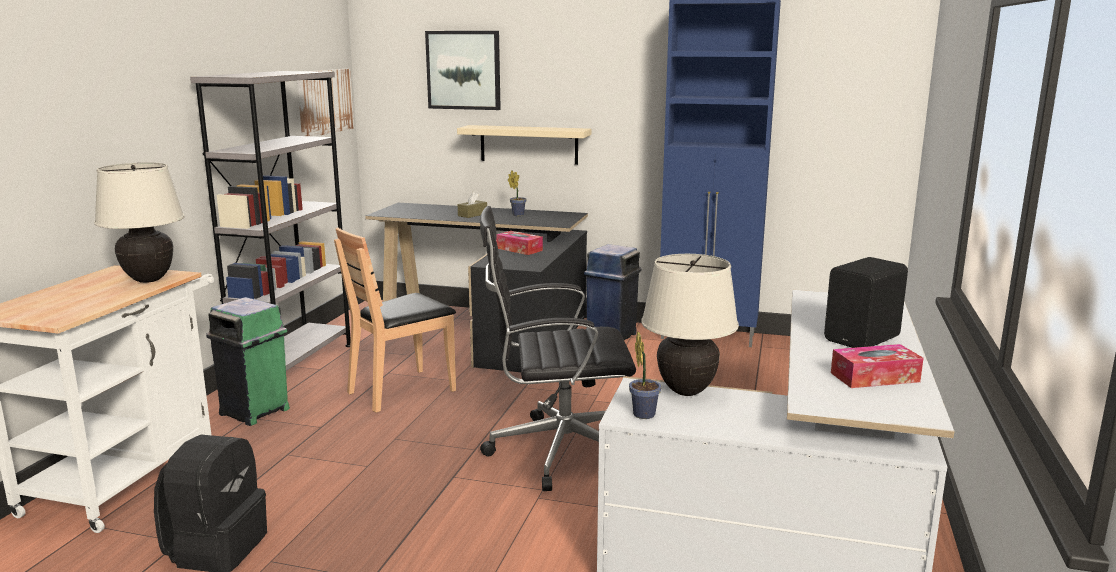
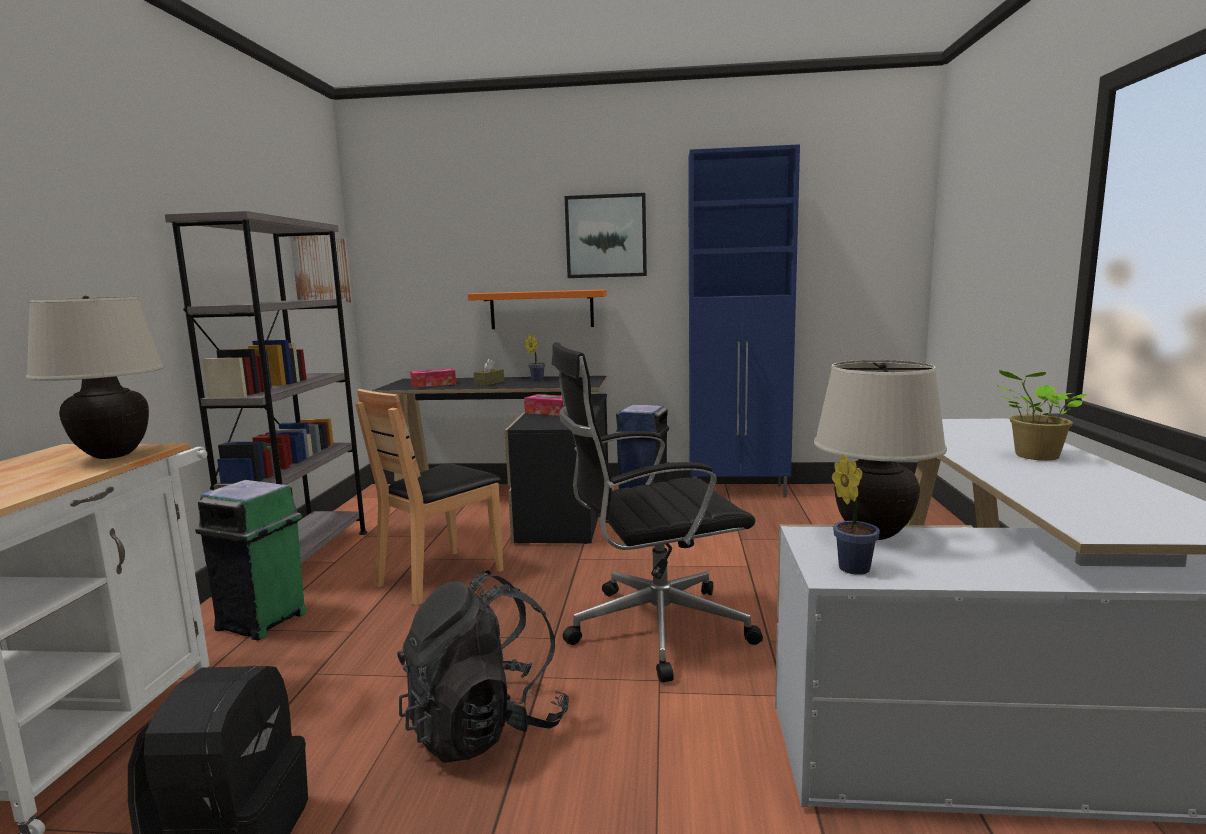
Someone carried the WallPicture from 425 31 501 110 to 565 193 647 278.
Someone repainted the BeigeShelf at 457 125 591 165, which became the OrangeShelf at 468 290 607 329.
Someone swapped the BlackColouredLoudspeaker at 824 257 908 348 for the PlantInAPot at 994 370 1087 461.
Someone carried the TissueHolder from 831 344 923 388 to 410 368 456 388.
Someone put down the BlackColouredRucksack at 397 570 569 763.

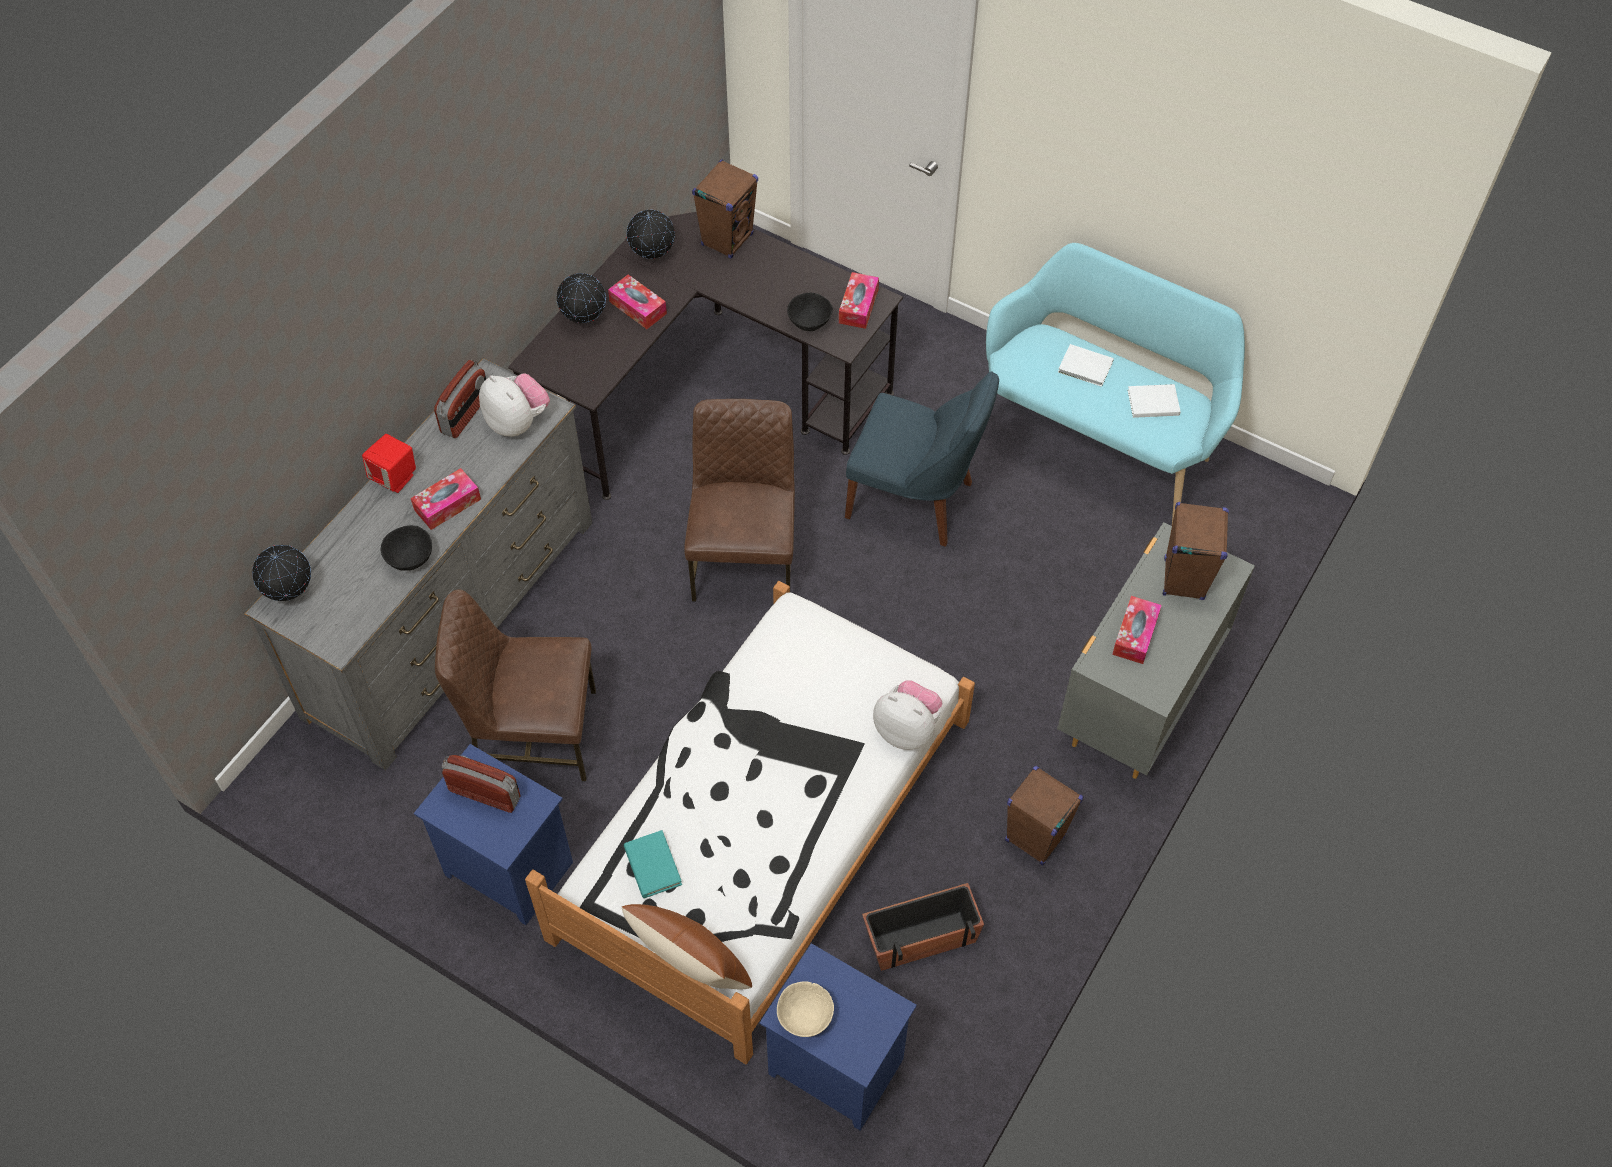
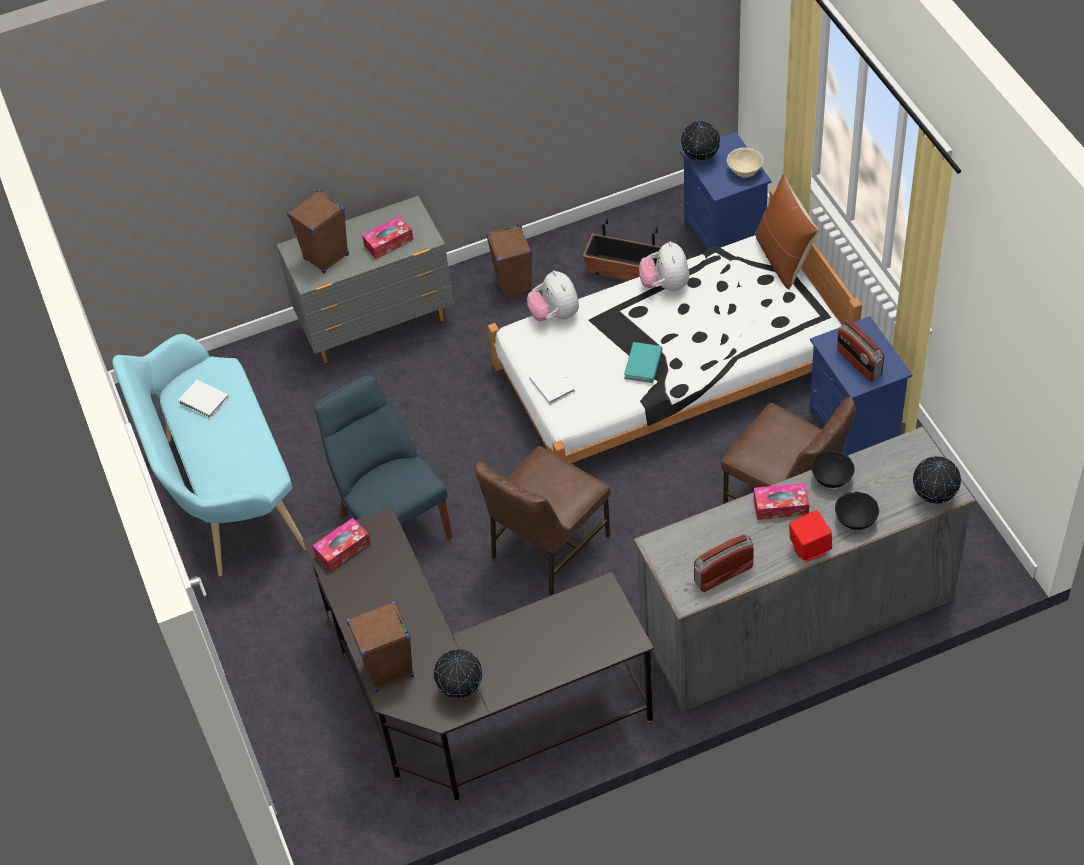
Someone carried the DeskGlobe from 557 273 606 323 to 681 121 720 161.
Someone took away the TissueHolder at 608 275 667 329.
Someone carried the BlackColouredDeepDish from 787 293 833 331 to 835 492 879 530.
Someone carried the WhiteColouredVolume from 1058 344 1114 387 to 529 363 575 404.
Someone carried the SoftToy from 479 374 550 437 to 639 241 689 291.
Someone carried the BlueGreenVolume from 624 830 682 898 to 624 342 663 383.

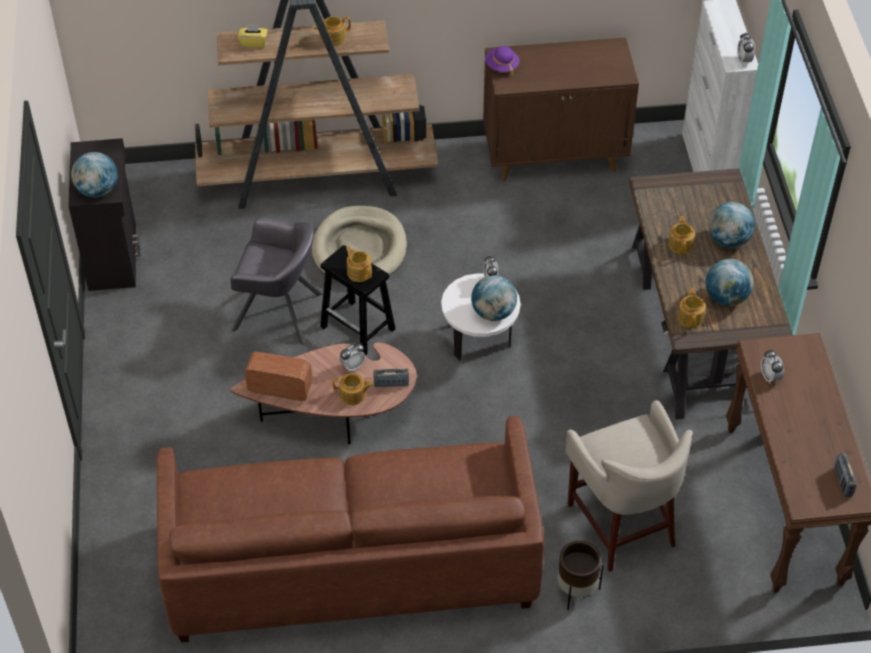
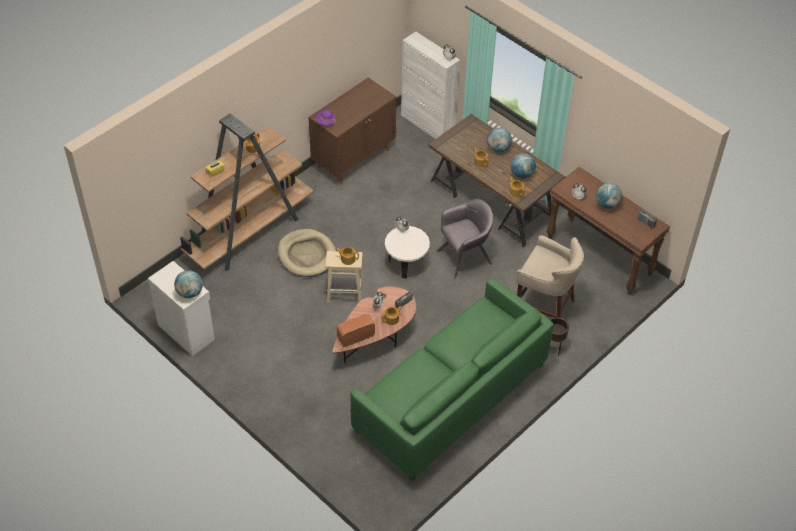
Someone repainted the BlackColouredCabinet at 69 138 141 291, which became the WhiteColouredCabinet at 148 261 215 356.
Someone carried the GreyishEasyChair from 231 217 323 345 to 437 199 494 278.
Someone repainted the BlackColouredStool at 320 245 396 356, which became the BeigeStool at 326 251 363 303.
Someone carried the DeskGlobe from 471 275 517 321 to 596 183 623 209.
Someone repainted the BrownSofa at 157 416 544 643, which became the GreenSofa at 351 278 554 482.

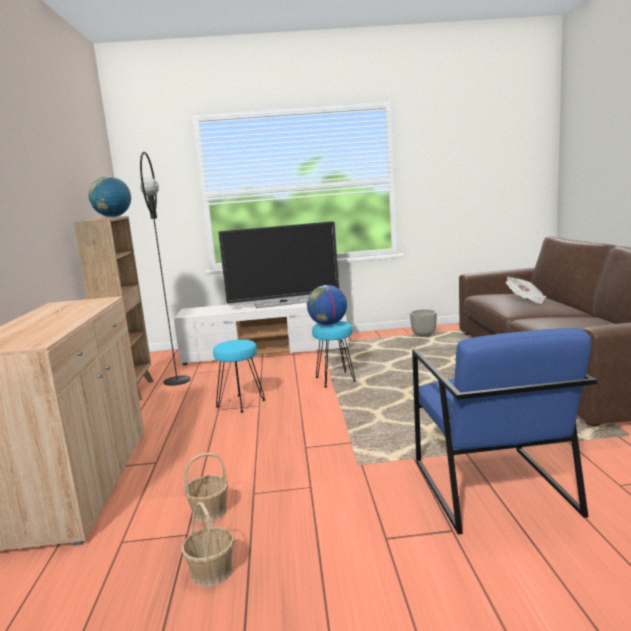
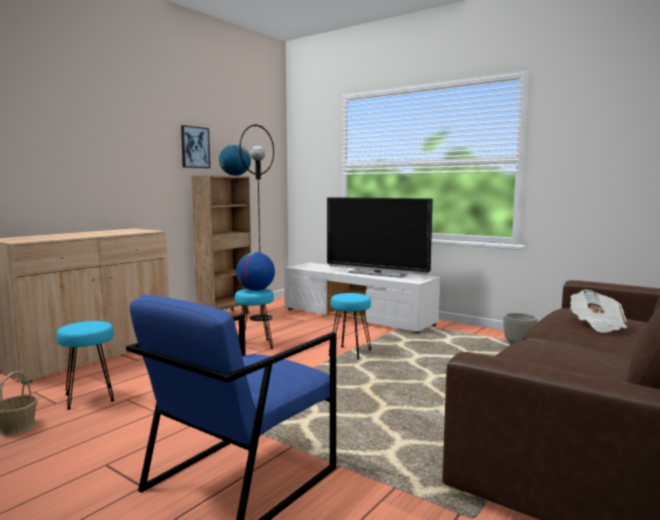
Someone carried the DeskGlobe from 307 285 347 325 to 236 252 275 291.
Someone swapped the HouseholdBasket at 184 453 228 522 for the BlueGreenStool at 56 321 115 410.
Someone put up the WallPicture at 181 125 210 168.

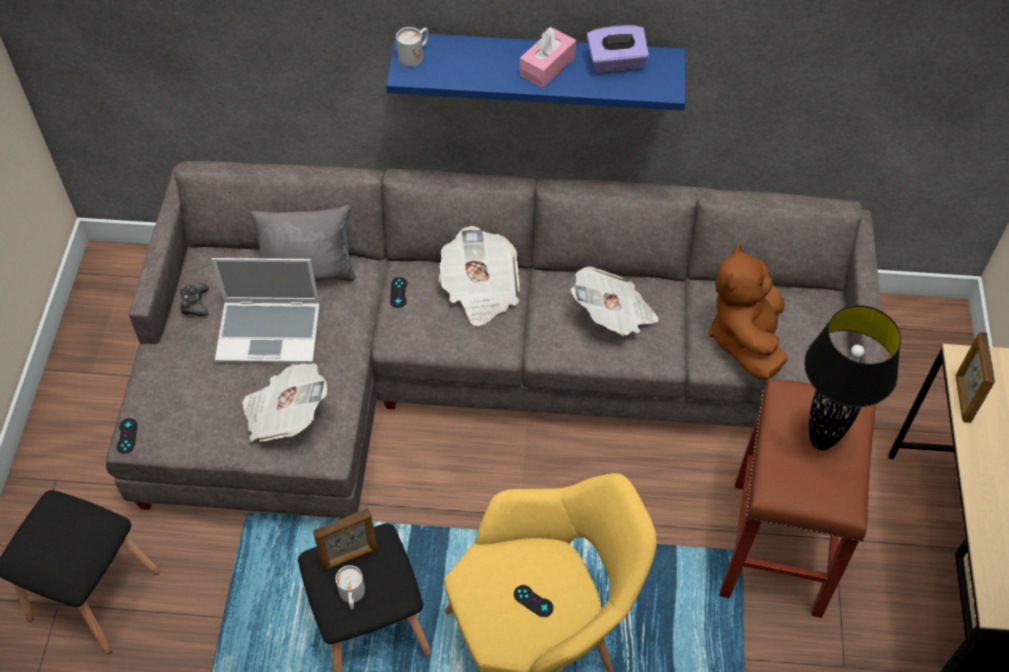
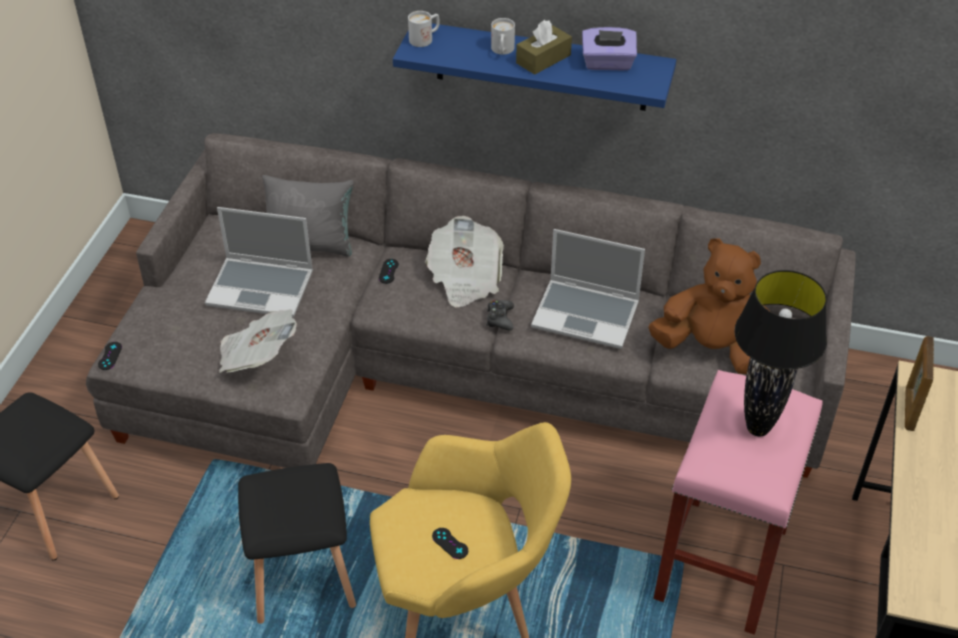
Someone repainted the PinkColouredTissueHolder at 520 27 576 88, which became the BrownTissueHolder at 516 20 572 75.
Someone rotated the BrownSoftToy at 709 243 787 380 by 90 degrees clockwise.
Someone swapped the PrintedPaper at 570 266 659 336 for the PortableComputer at 531 229 645 349.
Someone carried the BlackColouredJoypad from 180 284 209 316 to 486 300 514 330.
Someone repainted the BrownStool at 719 378 876 618, which became the PinkColouredStool at 653 370 823 635.
Someone took away the PhotoFrame at 313 508 377 570.
Someone carried the WhiteColouredTeaMug from 336 565 365 610 to 491 18 515 55.

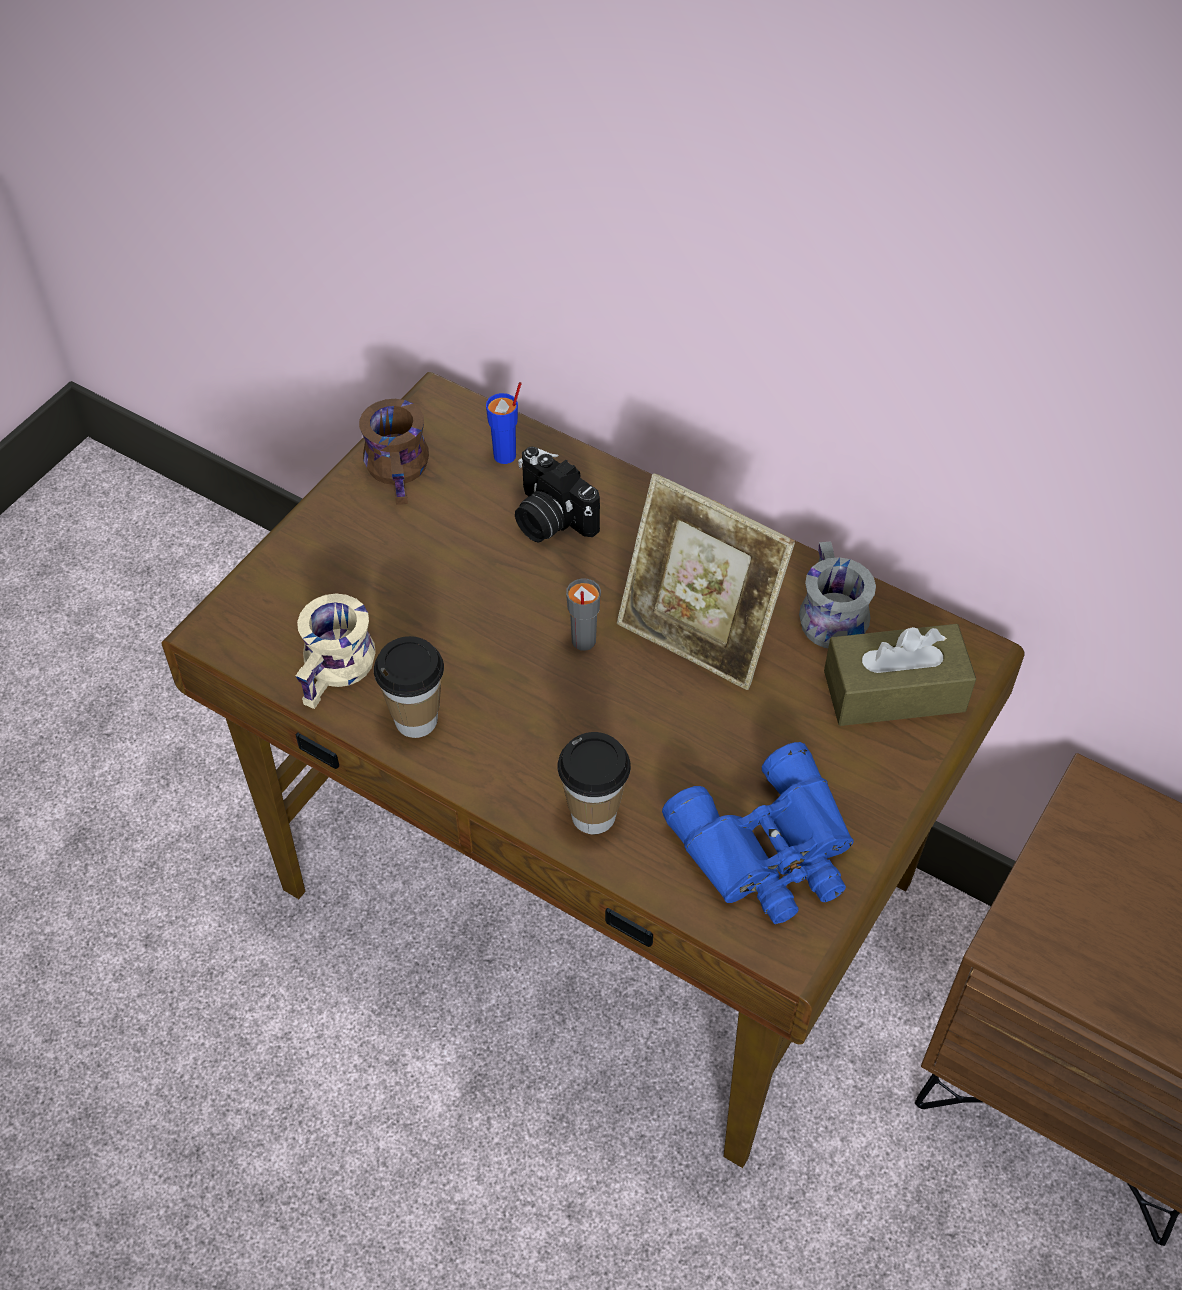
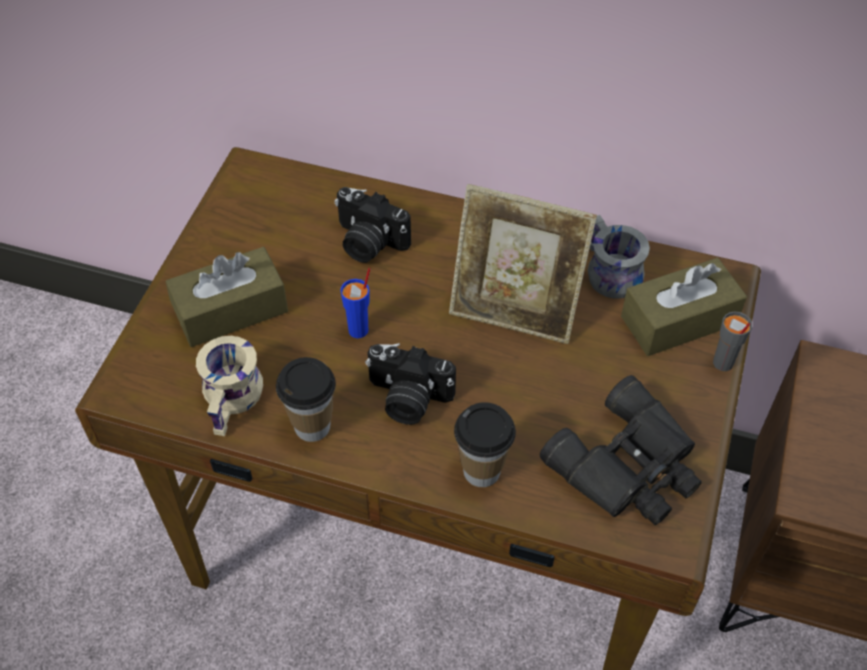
Someone carried the BlueDrinkingCup from 486 382 522 464 to 340 268 371 338.
Someone took away the BrownTeaMug at 359 399 429 505.
Someone carried the GreyishDrinkingCup from 566 578 601 651 to 713 312 752 371.
Someone repainted the BlueBinoculars at 662 742 854 924, which became the BlackColouredBinoculars at 540 375 702 525.
Someone put down the BrownTissueHolder at 165 247 288 347.
Someone put down the StillCamera at 365 343 456 425.

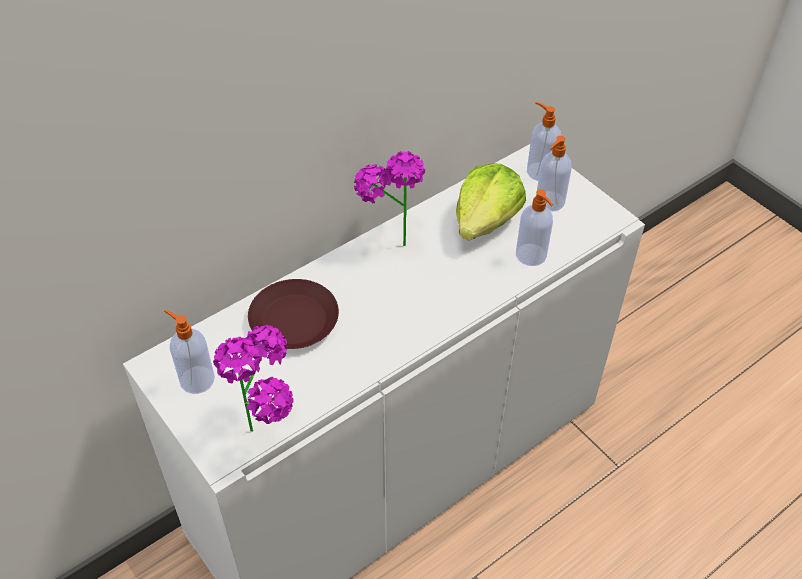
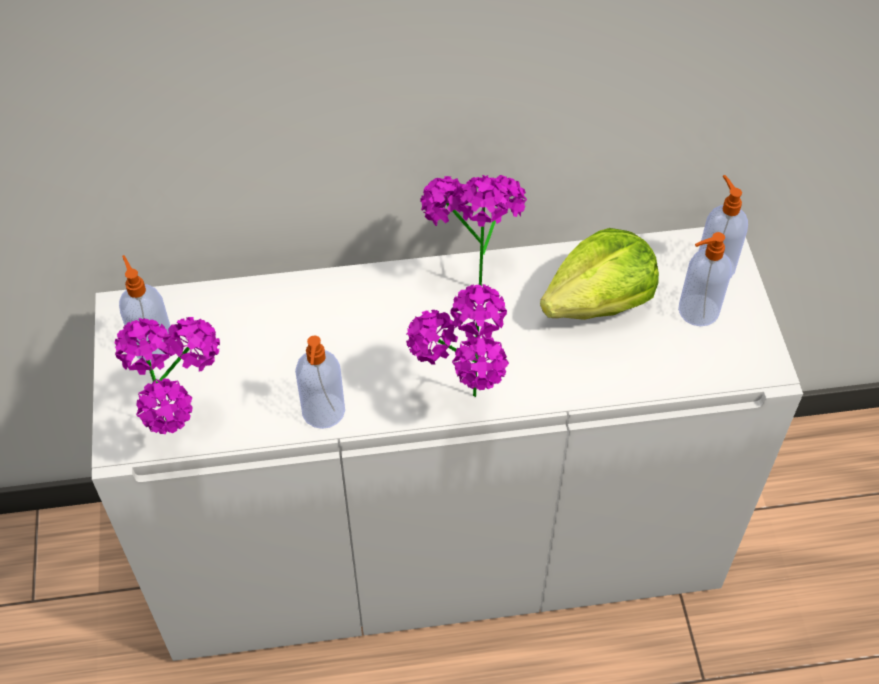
Someone carried the SoapDispenser from 516 189 553 266 to 295 335 345 429.
Someone took away the BrownFlatDish at 248 279 339 349.
Someone put down the PlantInAPot at 406 284 509 397.

